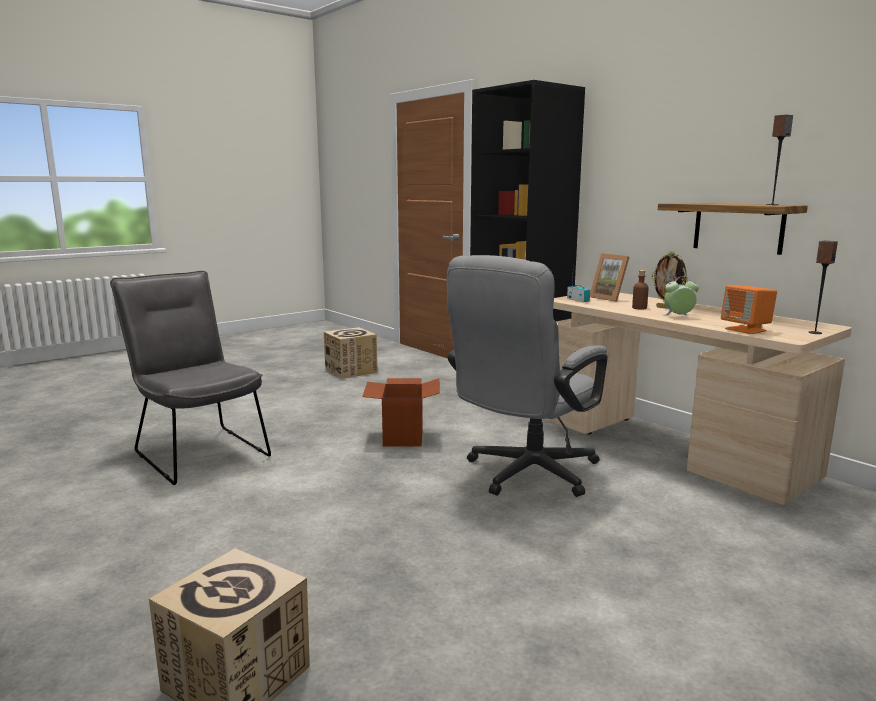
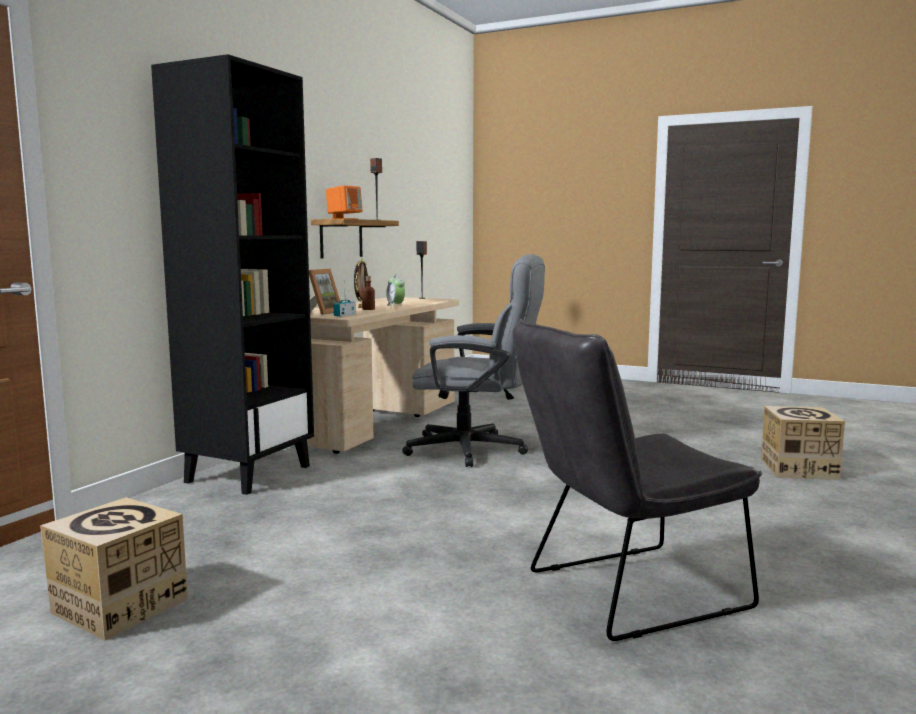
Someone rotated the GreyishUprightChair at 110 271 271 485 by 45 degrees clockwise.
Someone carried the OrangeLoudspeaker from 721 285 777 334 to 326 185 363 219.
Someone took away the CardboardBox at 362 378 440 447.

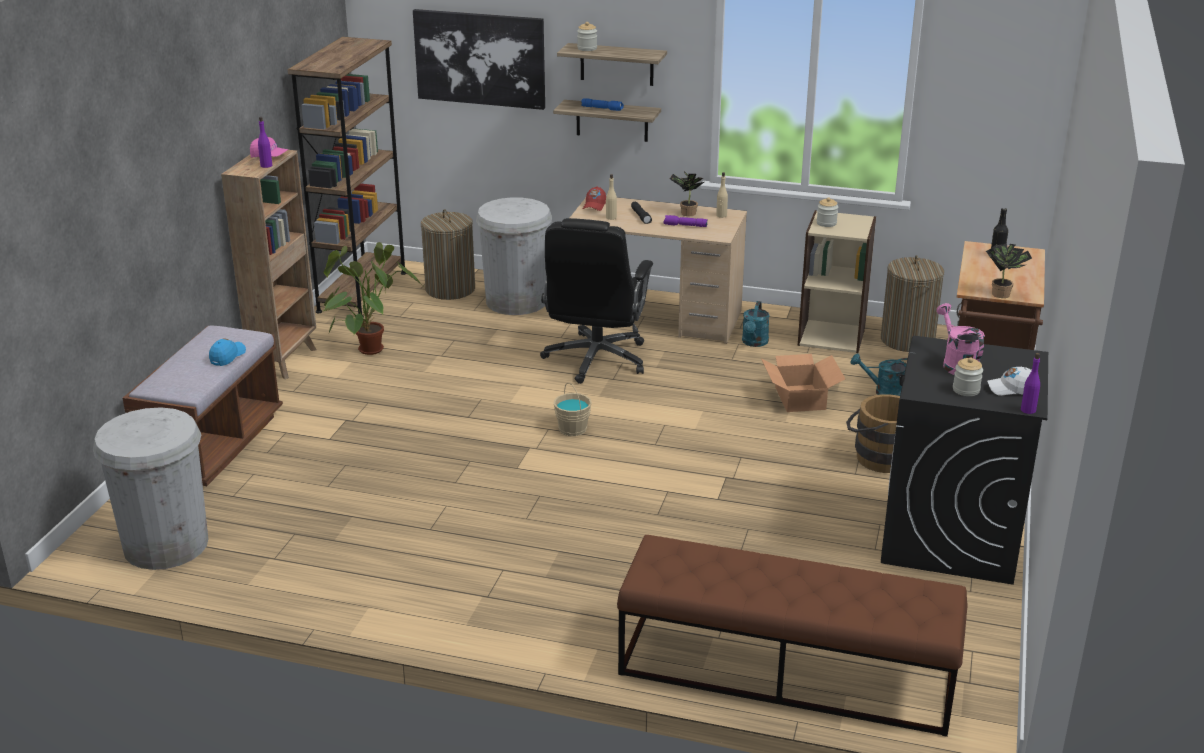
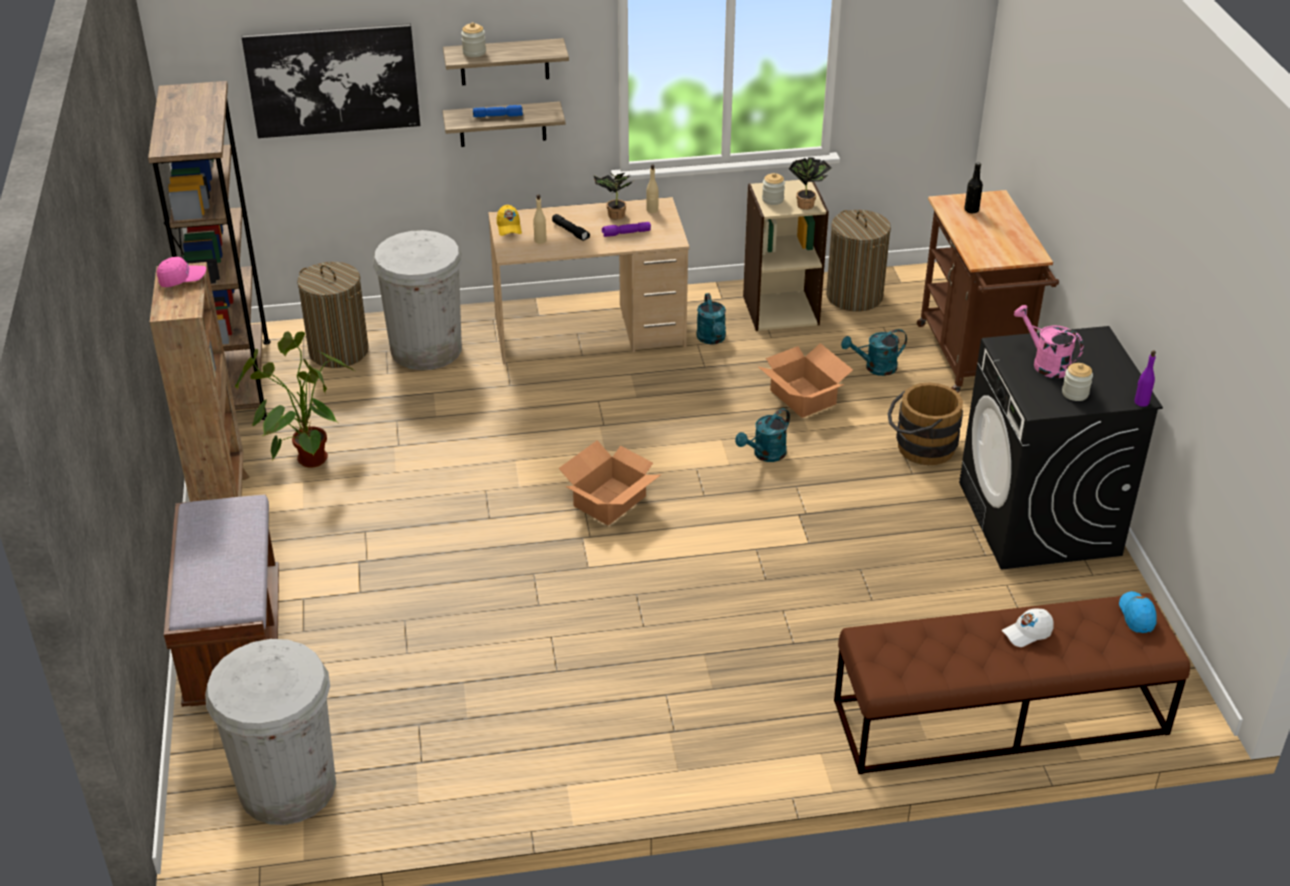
Someone took away the PurpleBeverageBottle at 258 117 272 168.
Someone repainted the RedBaseballCap at 583 186 606 211, which became the YellowColouredBaseballCap at 497 205 522 236.
Someone took away the BlackColouredComputerChair at 540 218 653 384.
Someone carried the PlantInAPot from 986 243 1032 298 to 789 157 832 210.
Someone carried the BlueBaseballCap from 209 338 246 366 to 1119 591 1157 633.
Someone carried the WhiteColouredBaseballCap from 987 367 1032 396 to 1002 609 1054 647.
Someone swapped the BeigePail at 553 383 592 436 for the CardboardBox at 558 440 660 526.
Someone put down the BlueGreenSprinklingCan at 735 408 790 462.

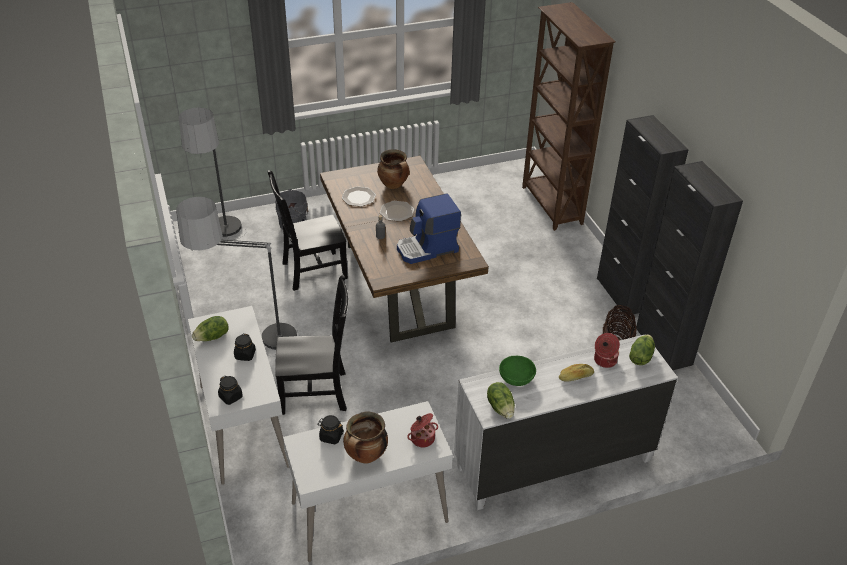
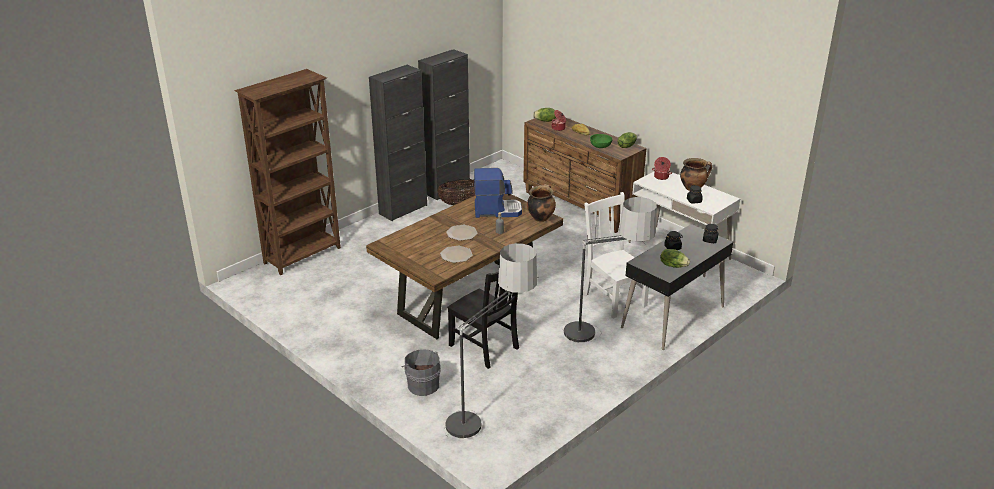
Someone carried the Saucepot from 377 149 409 189 to 527 184 556 222.
Someone rotated the CoffeeMaker at 397 193 461 264 by 45 degrees counterclockwise.
Someone repainted the BlackColouredUprightChair at 275 275 348 415, which became the WhiteColouredUprightChair at 583 192 649 319.
Someone repainted the WhiteColouredDesk at 188 306 289 485, which became the BlackColouredDesk at 621 224 733 350.
Someone repainted the WhiteColouredDresser at 454 334 678 510, which became the BrownDresser at 523 118 647 233.

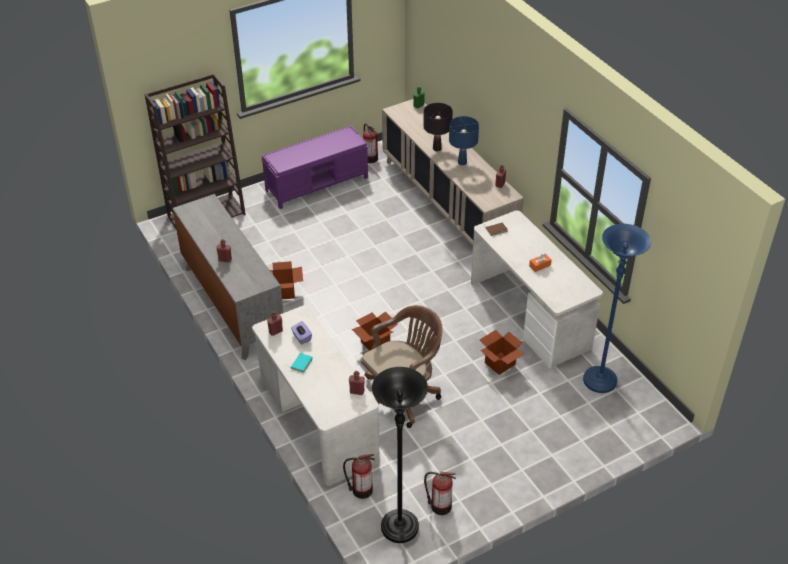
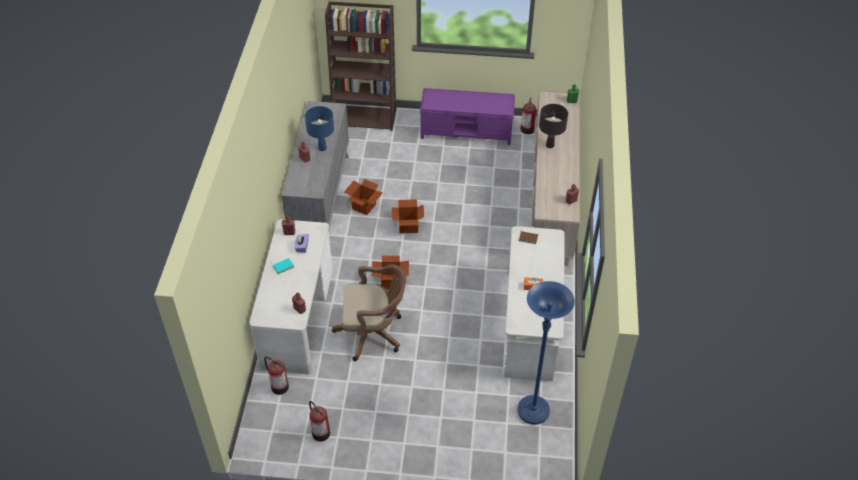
Someone carried the BlueLampForATable from 449 116 479 165 to 305 106 334 151.
Someone carried the CardboardBox from 480 330 524 375 to 392 199 424 234.
Someone took away the BlackColouredFloorLamp at 372 367 428 543.

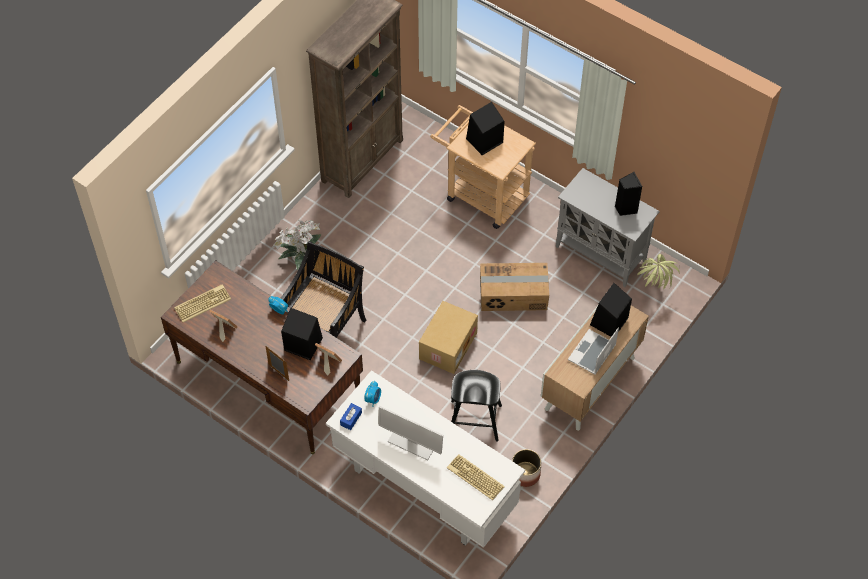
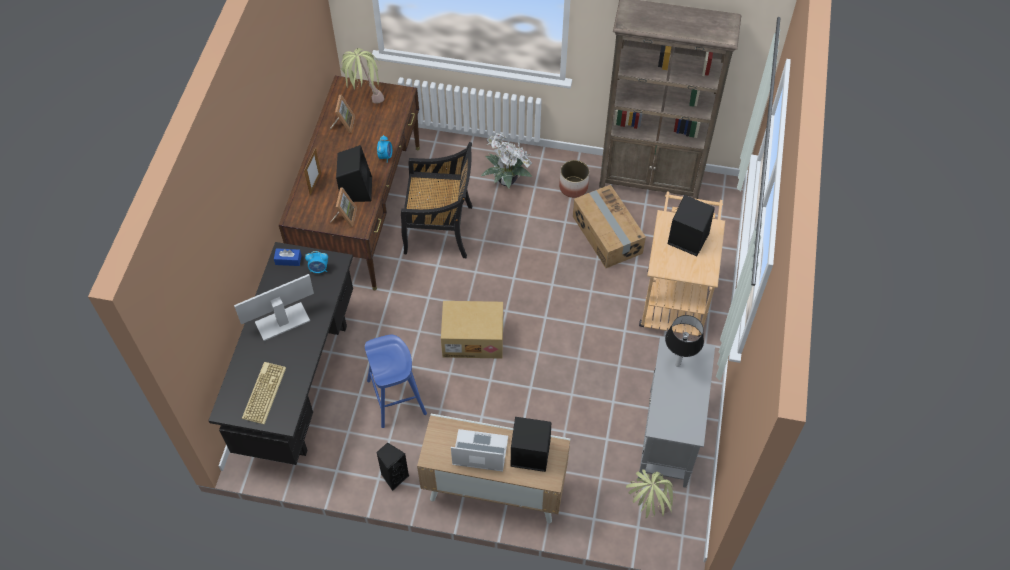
Someone carried the BlackColouredLoudspeaker from 615 172 642 216 to 376 443 409 491.
Someone carried the CardboardBox from 480 263 549 311 to 573 185 646 268.
Someone swapped the PcKeyboard at 174 284 231 322 for the PlantInAPot at 341 48 384 104.
Someone repainted the WhiteColouredDesk at 326 370 525 548, which became the BlackColouredDesk at 208 242 353 465.
Someone repainted the BlackColouredStool at 451 370 502 442, which became the BlueStool at 365 335 427 428.
Someone rotated the ComputerDisplay at 378 406 443 460 by 60 degrees clockwise.
Someone carried the PlantPot from 512 449 542 487 to 559 160 589 198.
Someone put down the LampForATable at 665 315 704 367.

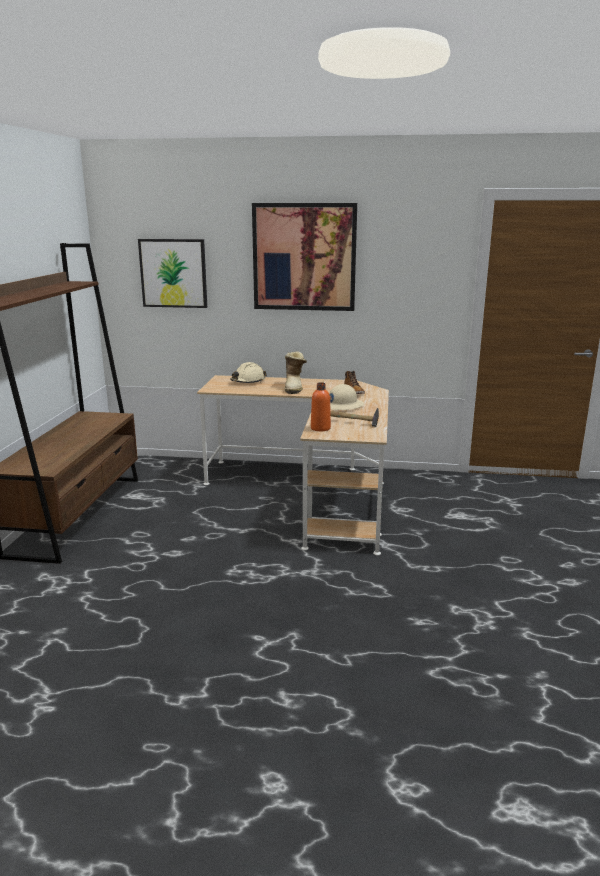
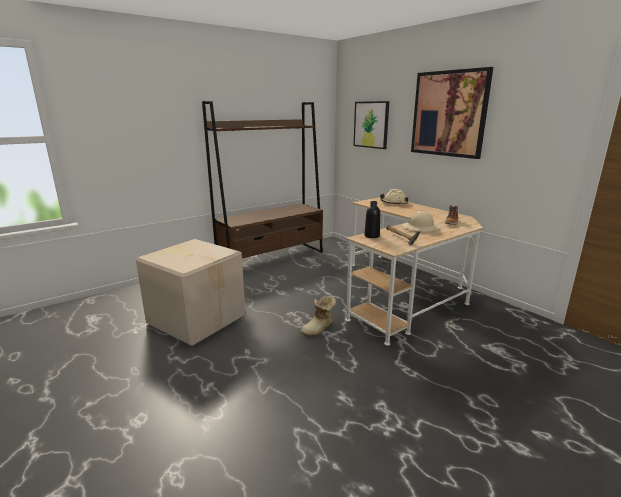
Someone carried the Boot from 284 351 307 394 to 301 296 336 336.
Someone repainted the OrangeBeverageBottle at 311 382 331 431, which became the BlackColouredBeverageBottle at 364 201 380 238.
Someone put down the CardboardBox at 136 239 246 346.

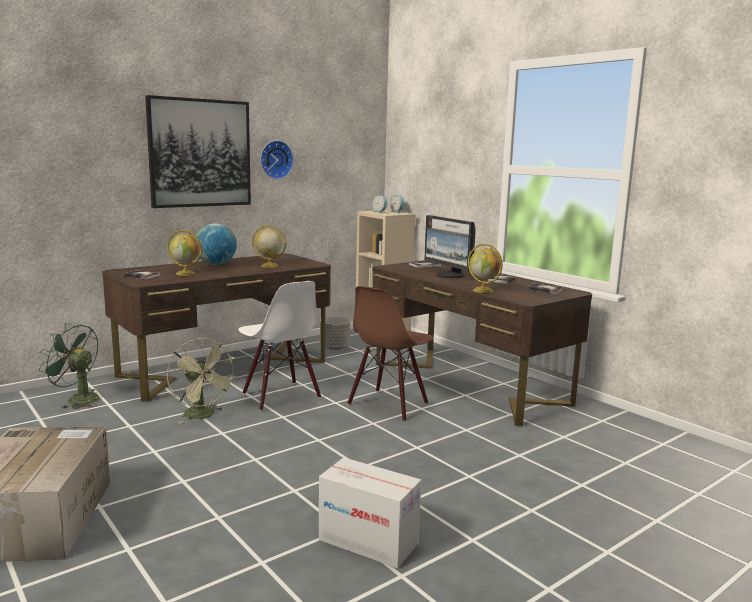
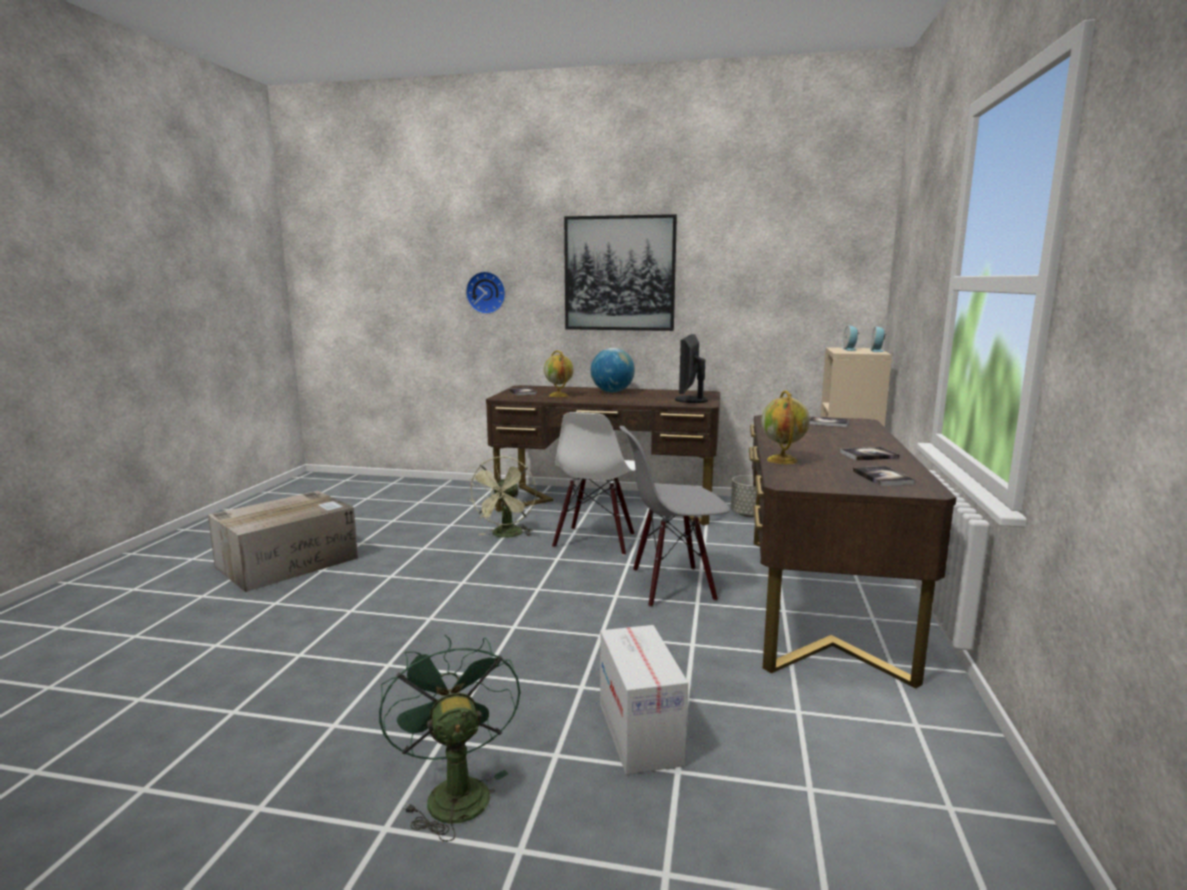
Someone carried the WallClock from 260 140 294 179 to 466 271 506 314.
Someone carried the ComputerDisplay from 424 215 476 278 to 675 334 708 403.
Someone took away the DeskGlobe at 252 225 286 268.
Someone repainted the BrownUprightChair at 347 286 434 421, which became the GreyishUprightChair at 619 426 730 607.
Someone carried the GreenFan from 39 324 99 409 to 379 634 520 842.
Someone carried the CardboardBox from 319 457 421 568 to 600 625 688 775.

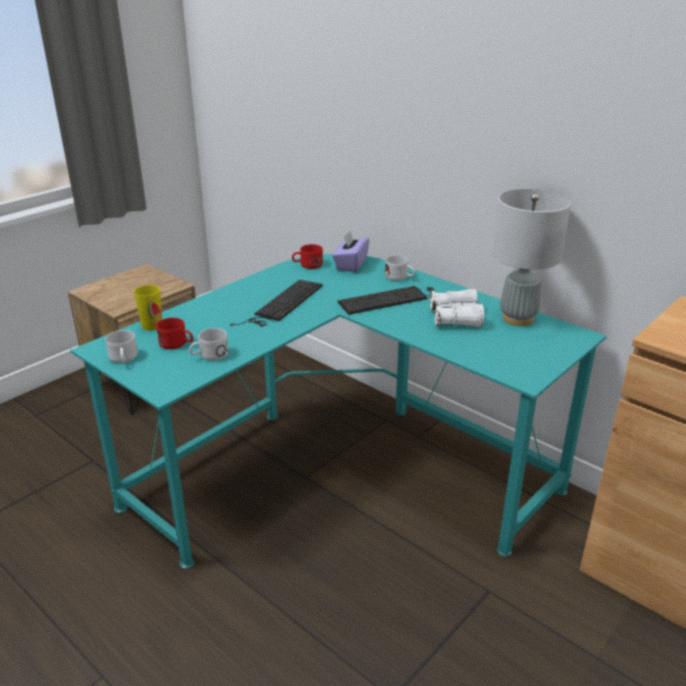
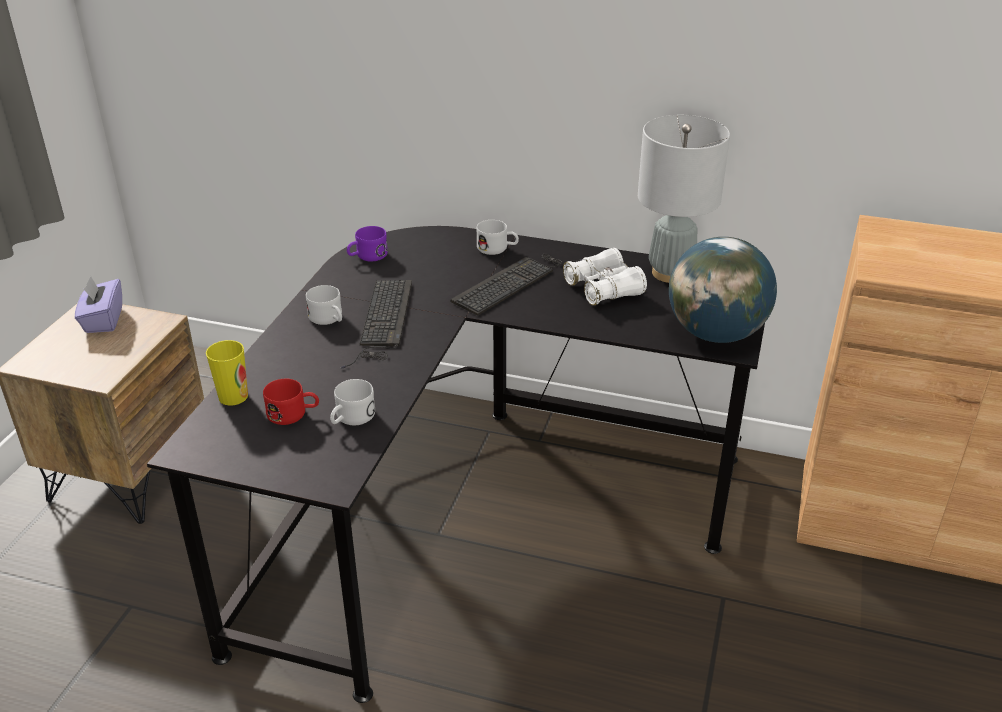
Someone carried the PurpleTissueHolder from 332 230 370 272 to 75 276 122 333.
Someone repainted the RedTeaMug at 292 244 323 269, which became the PurpleTeaMug at 347 226 388 262.
Someone repainted the BlueGreenDesk at 70 254 606 569, which became the BlackColouredDesk at 147 226 765 703.
Someone carried the WhiteColouredTeaMug from 105 330 138 363 to 306 285 342 325.
Someone put down the DeskGlobe at 669 237 777 343.

